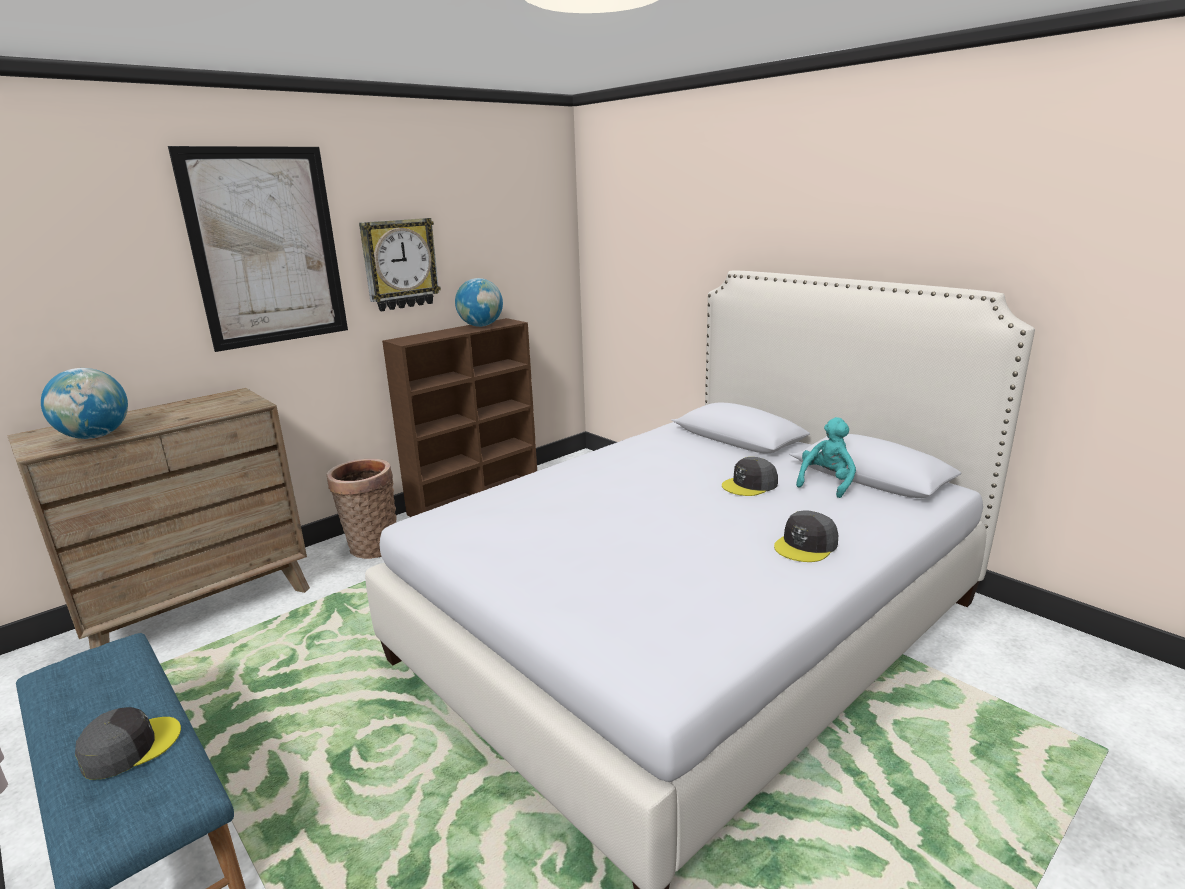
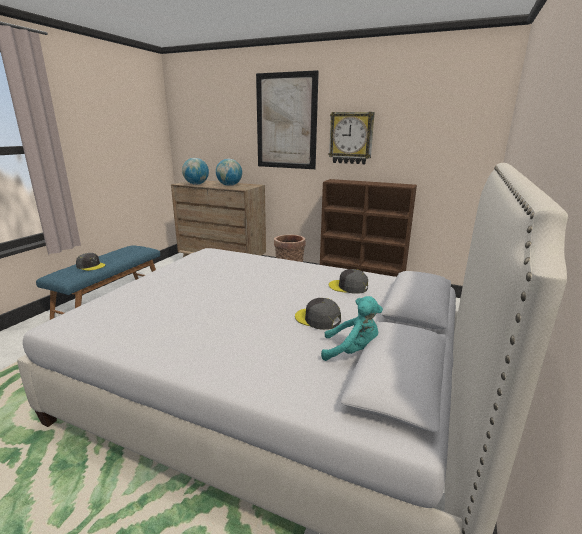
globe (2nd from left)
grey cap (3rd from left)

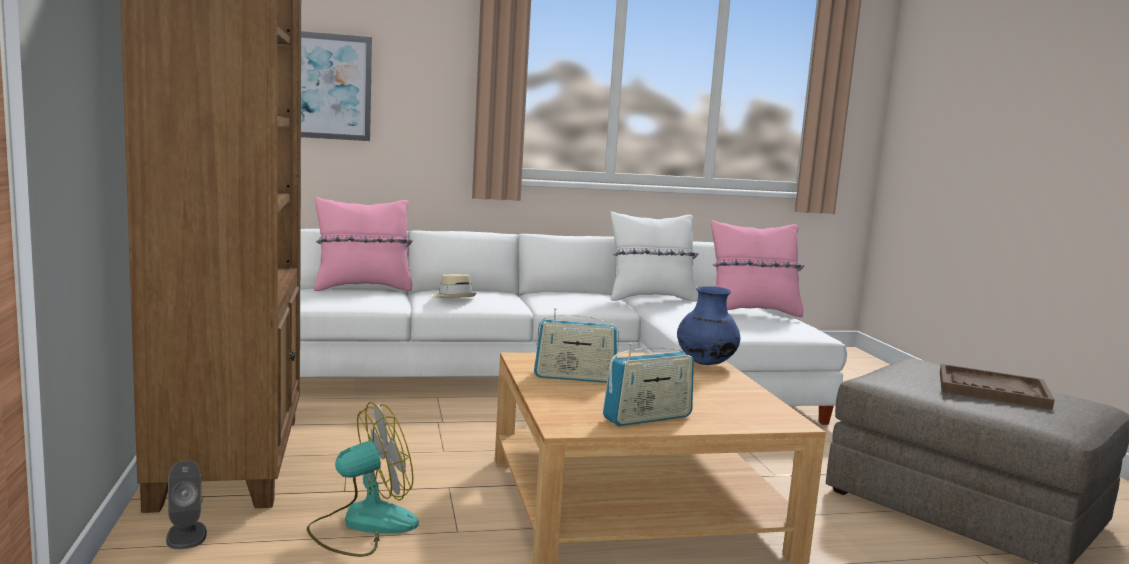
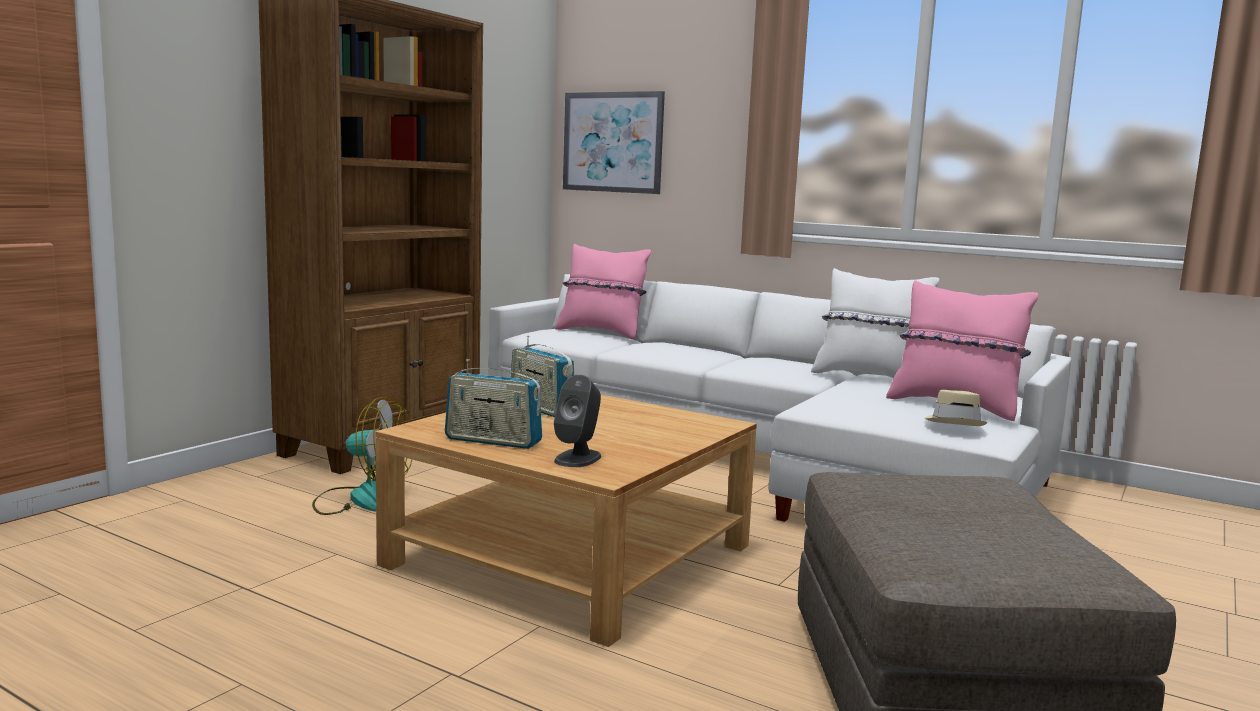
grey speaker
beige hat
blue vase
brown tray

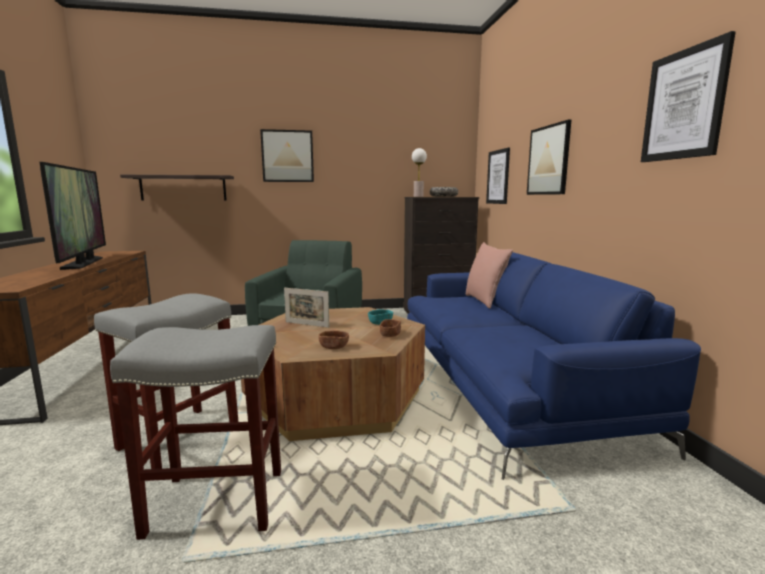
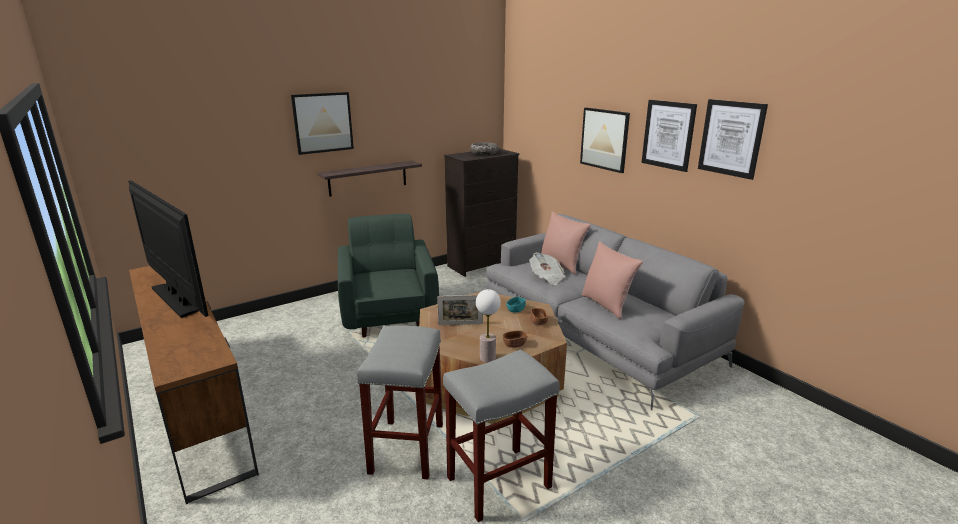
shelf
table lamp
grey sofa
newspaper
pink pillow (2nd from left)
picture (3rd from left)

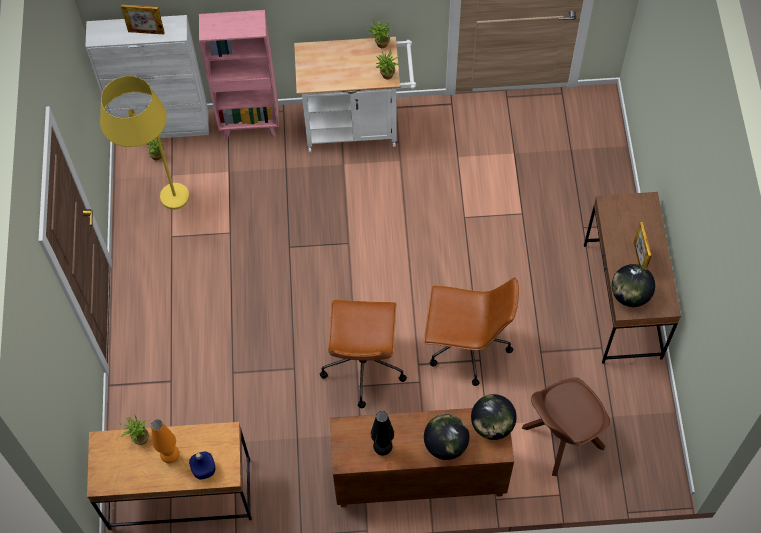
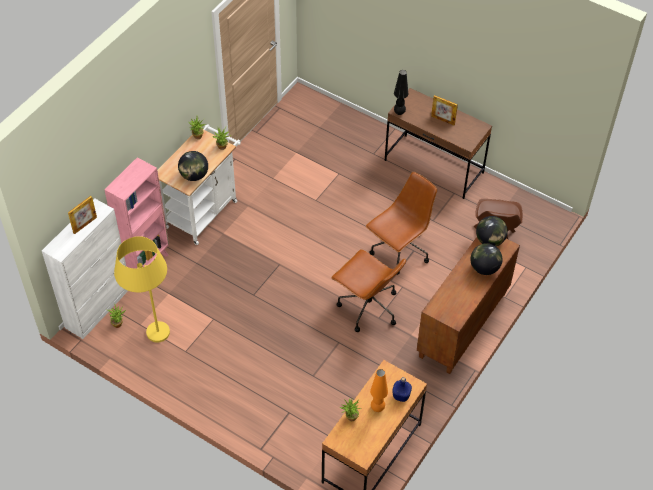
globe (1st from left)
black table lamp

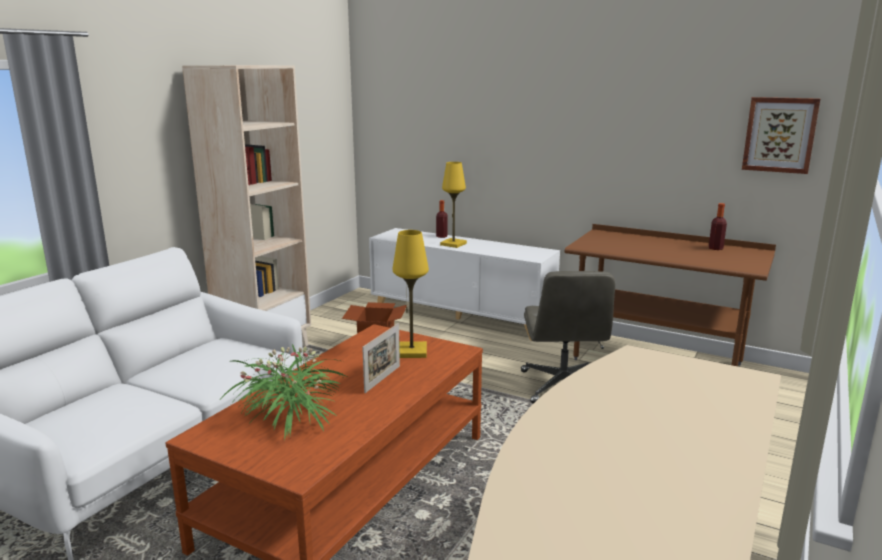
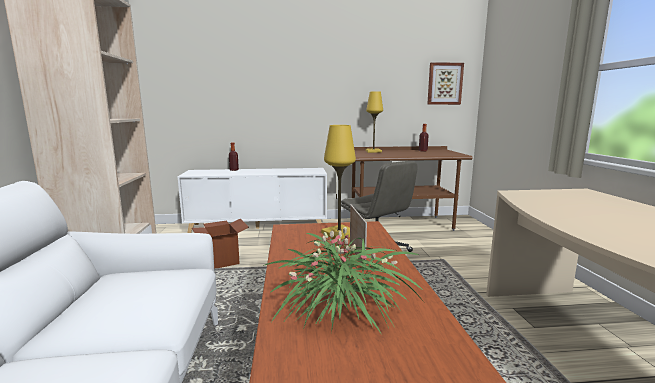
yellow table lamp (2nd from left)

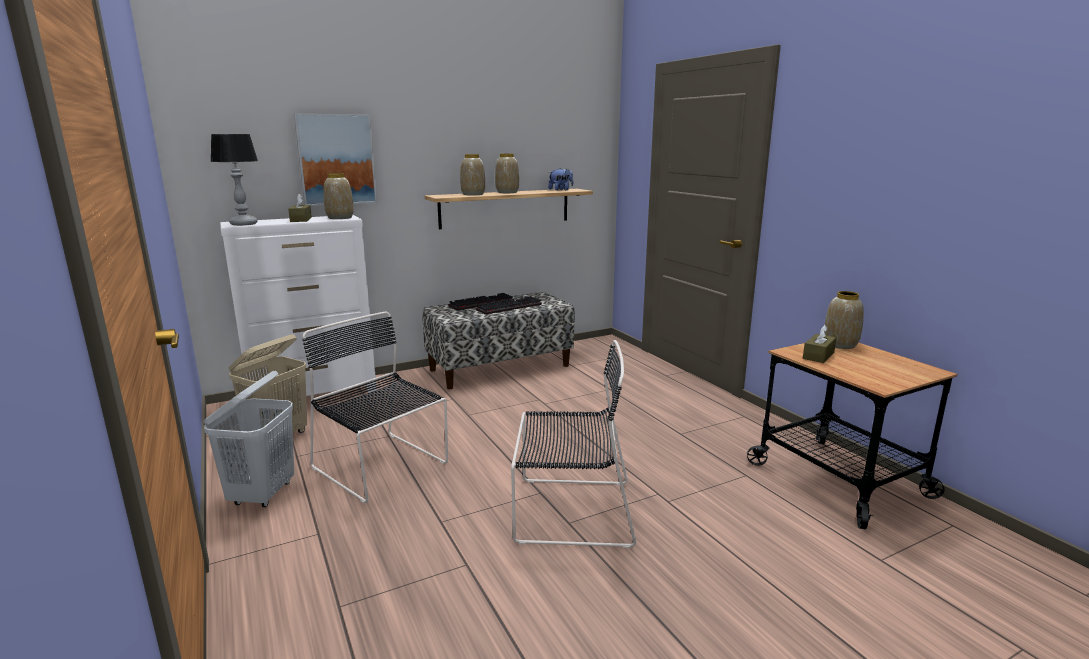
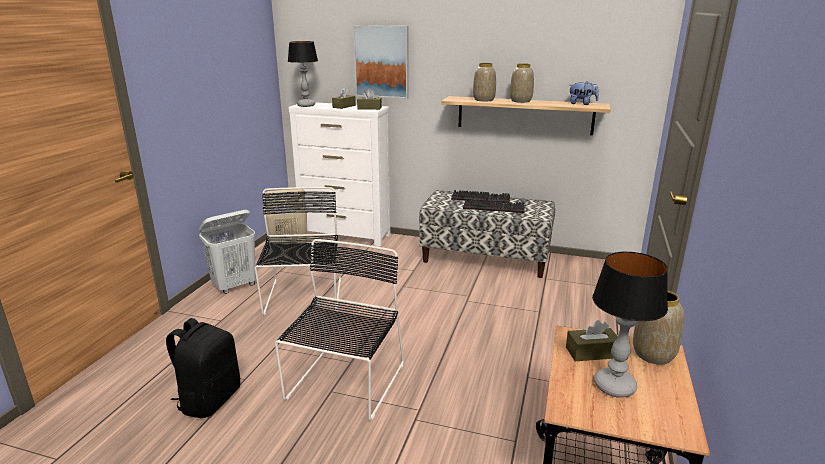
black backpack
black chair (2nd from left)
brown tissue box (2nd from left)
table lamp (2nd from left)

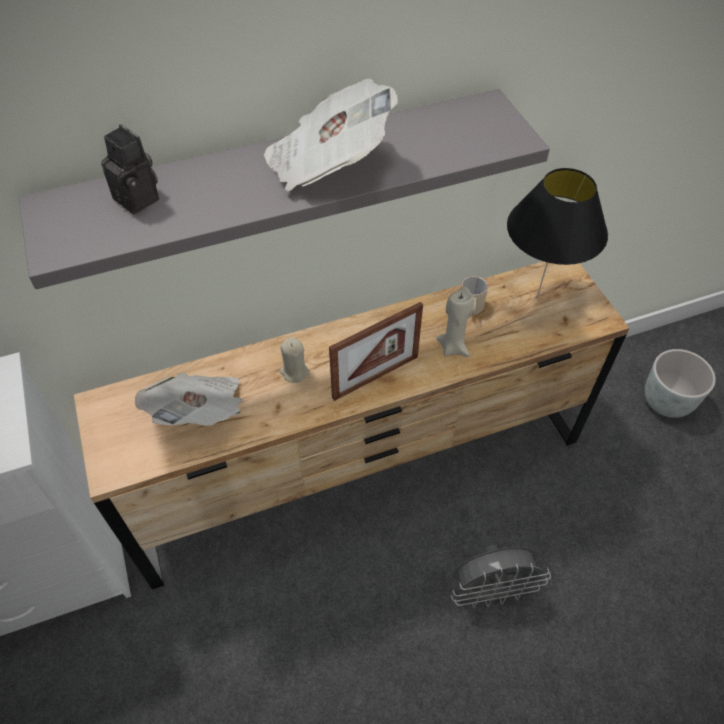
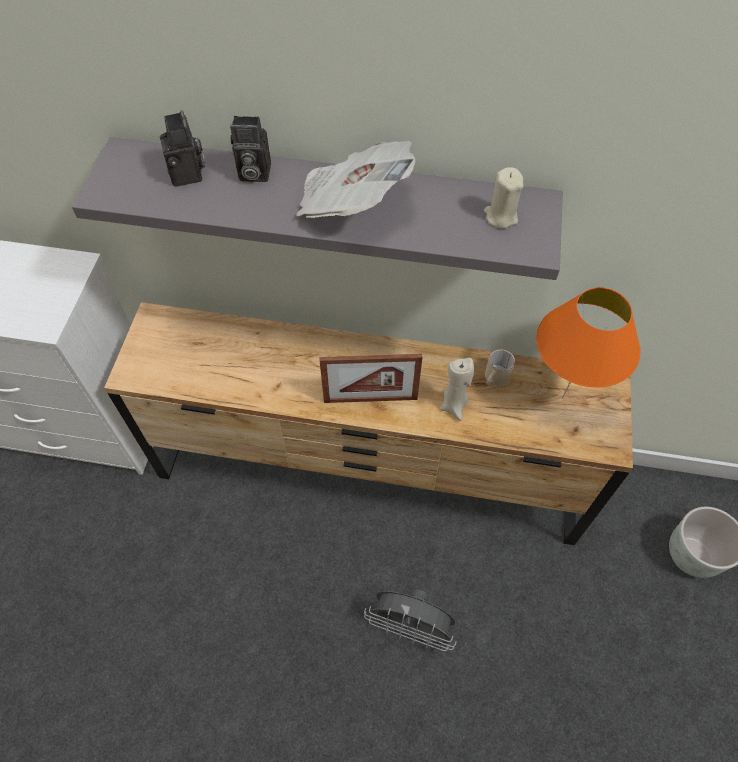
photo camera (2nd from left)
beige candle (2nd from left)
orange table lamp
newspaper (1st from left in the first image)

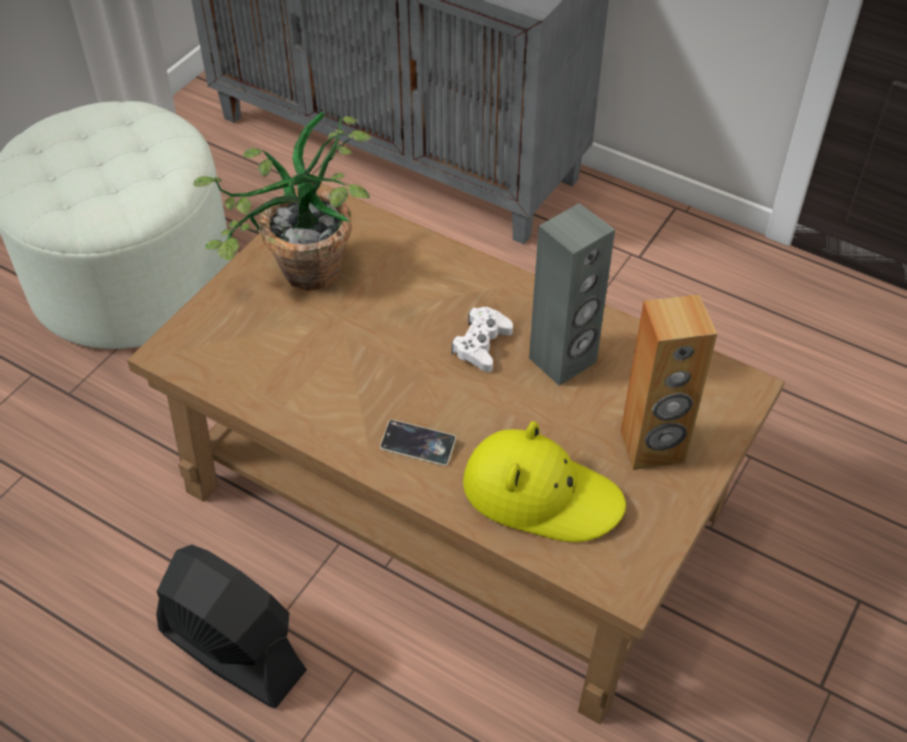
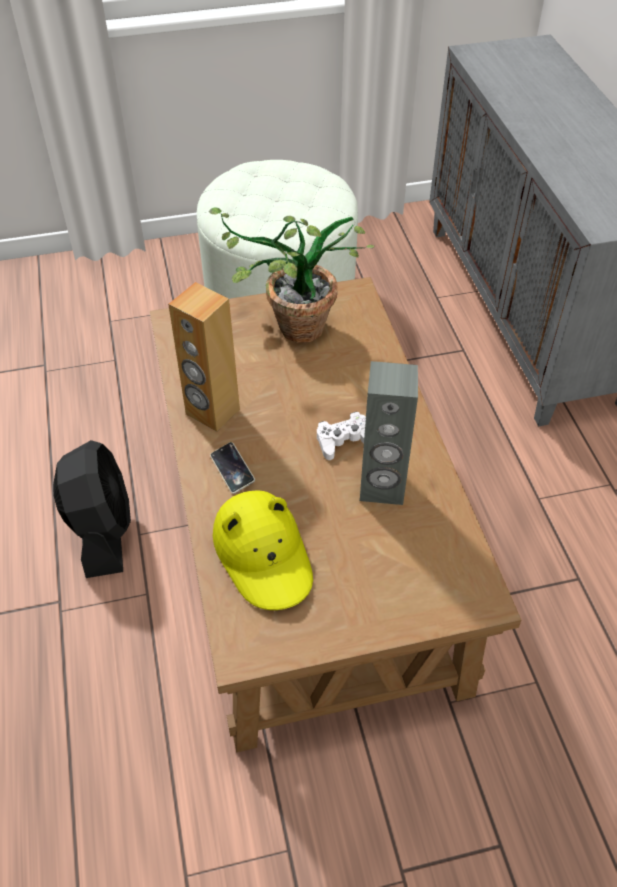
brown speaker

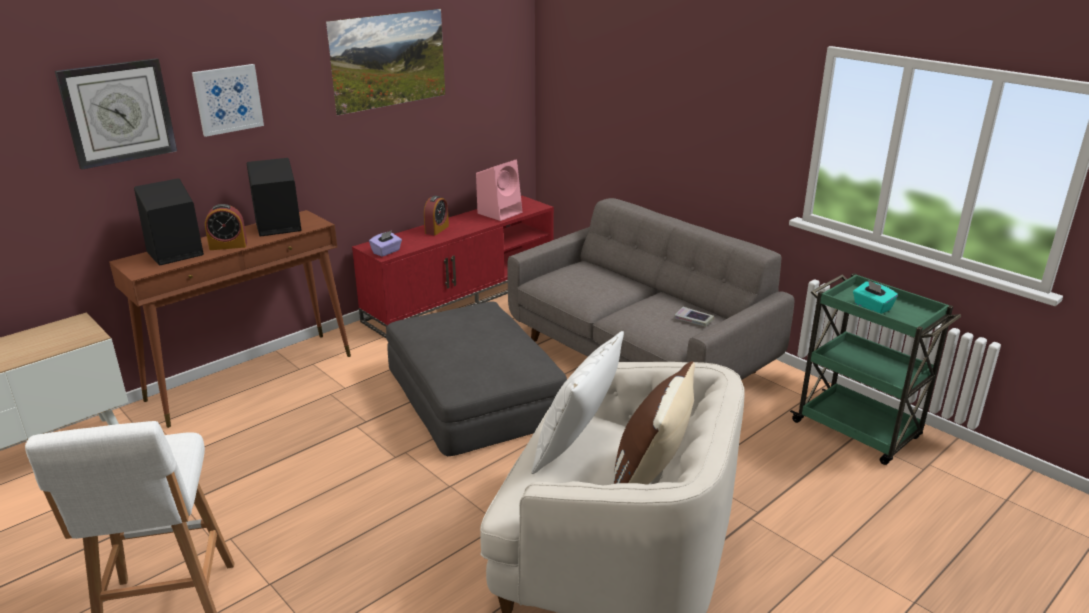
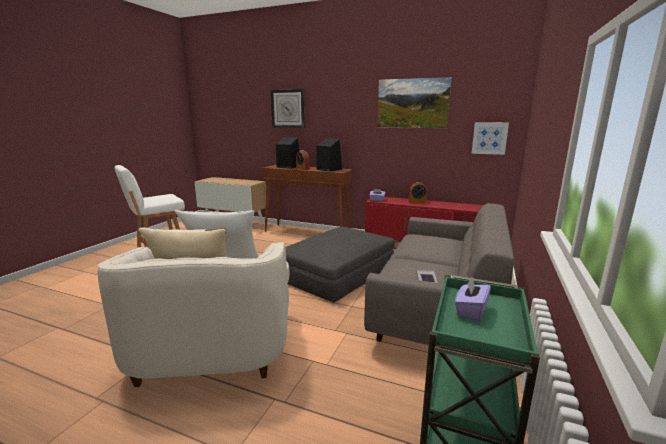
purple tissue box (2nd from left)
picture (2nd from left)
pink speaker

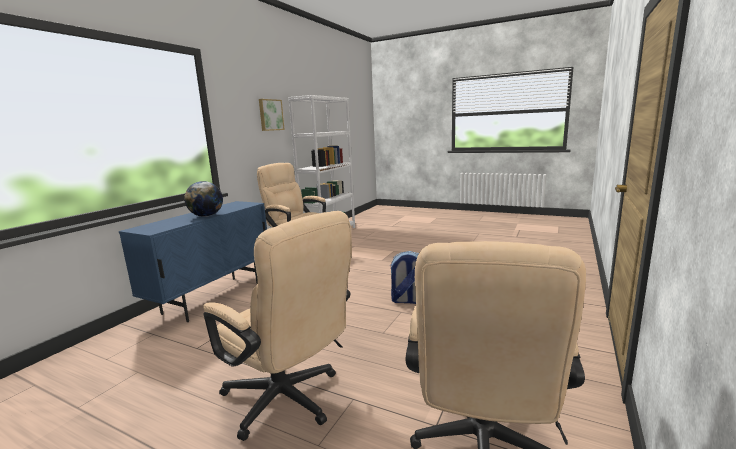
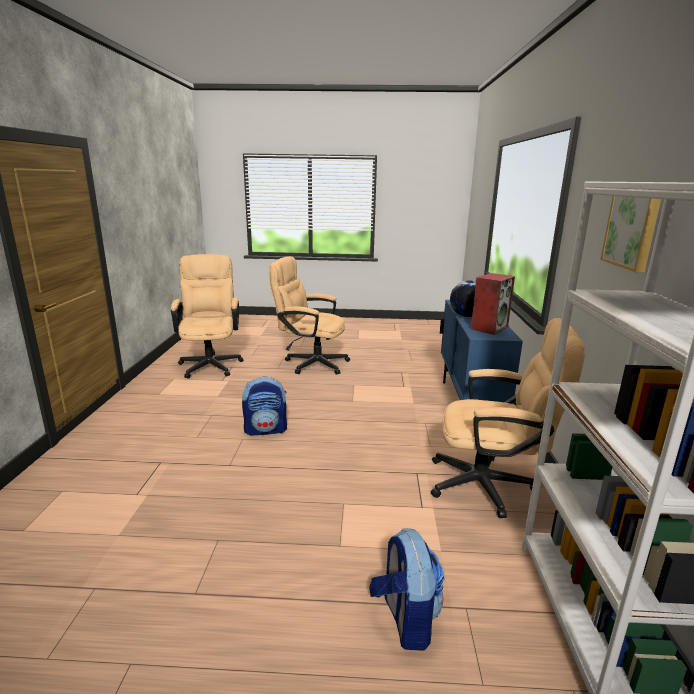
backpack (2nd from left)
speaker

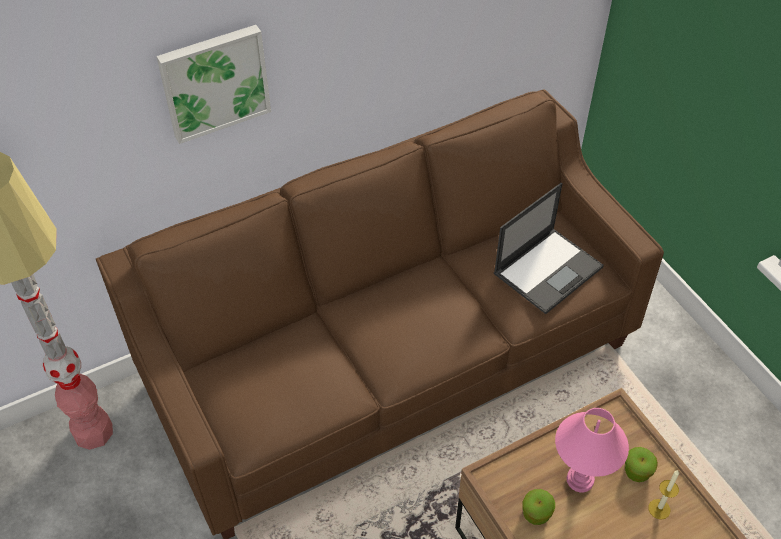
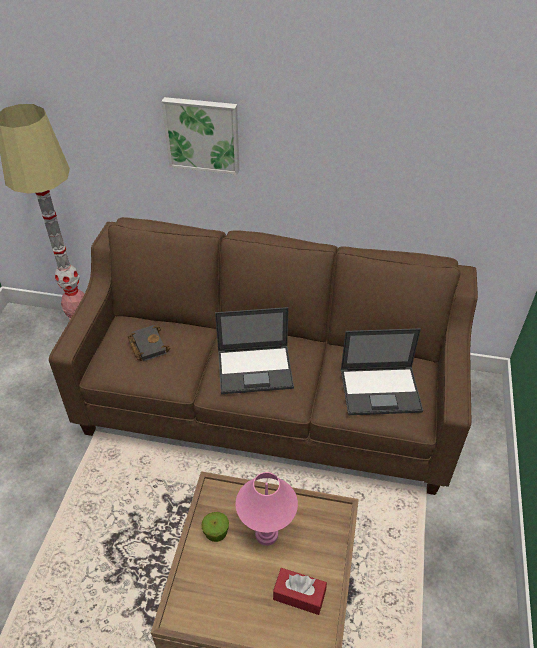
black book
laptop (1st from left)
red tissue box
apple (2nd from left in the first image)

